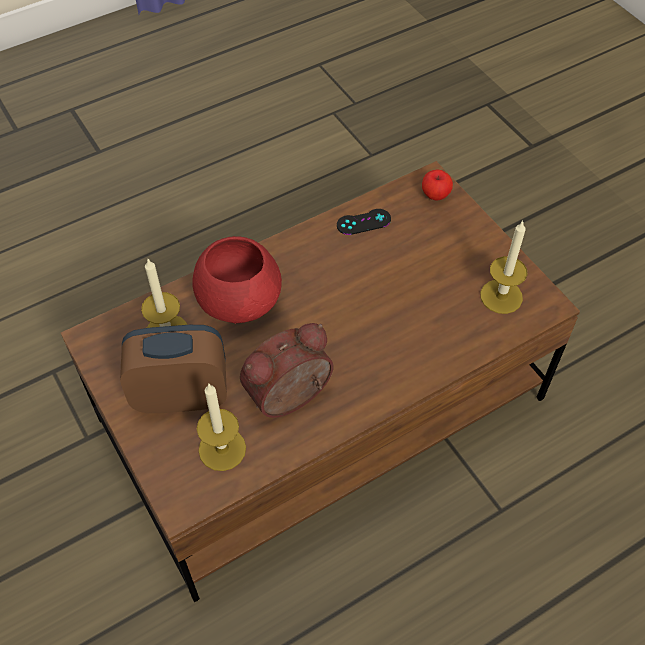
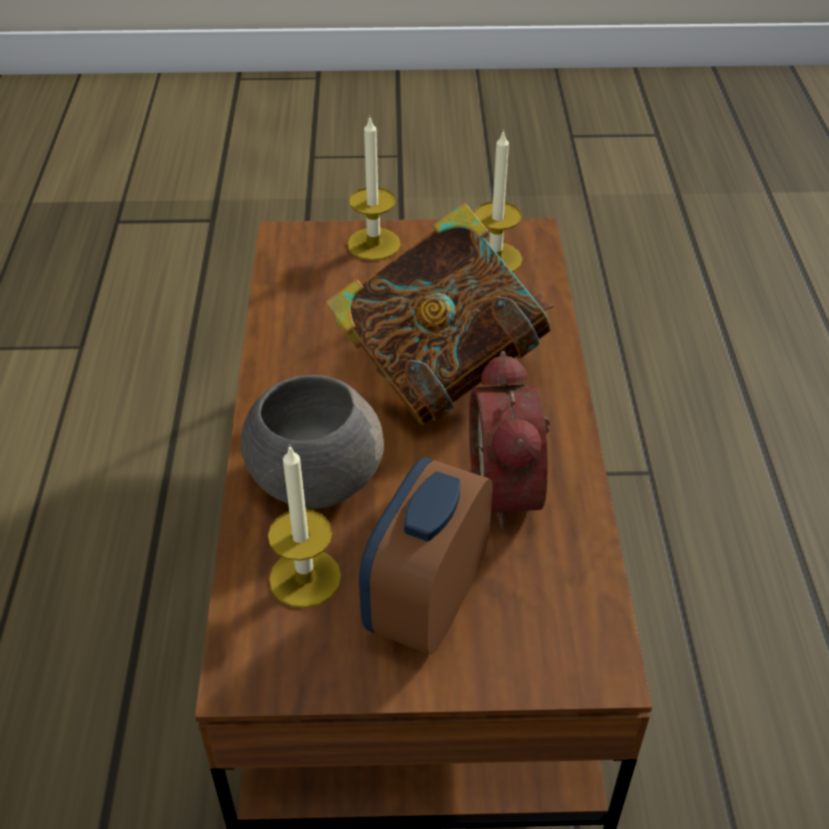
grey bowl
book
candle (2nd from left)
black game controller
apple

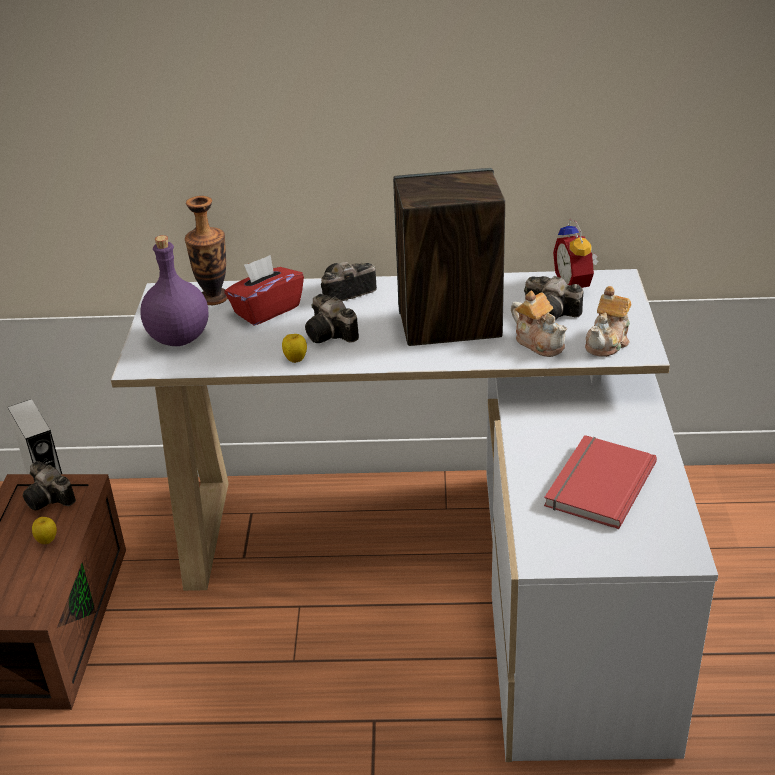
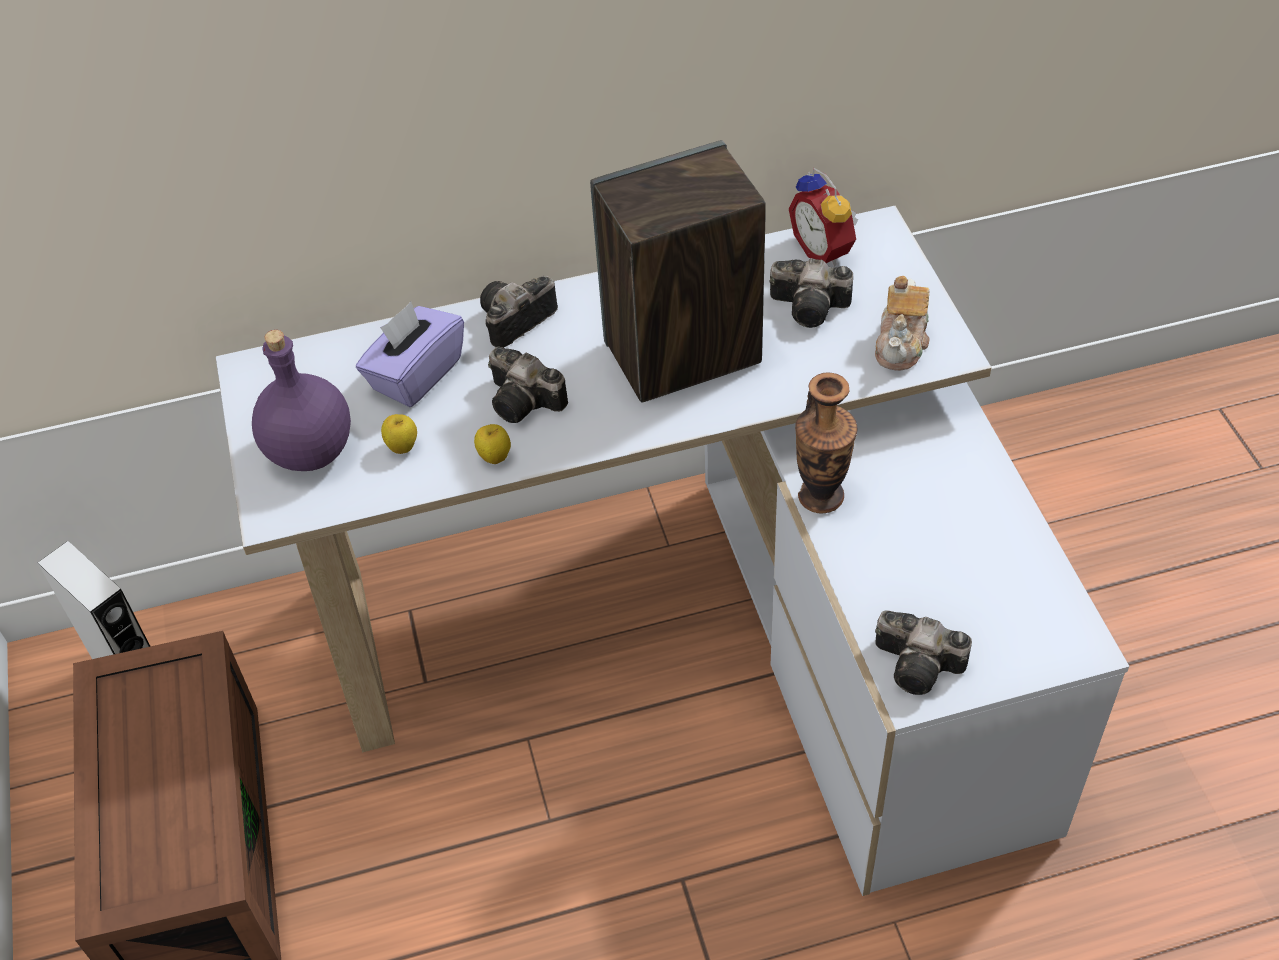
purple tissue box
apple (1st from left)
vase
photo camera (4th from left)
teapot (1st from left in the first image)
red book

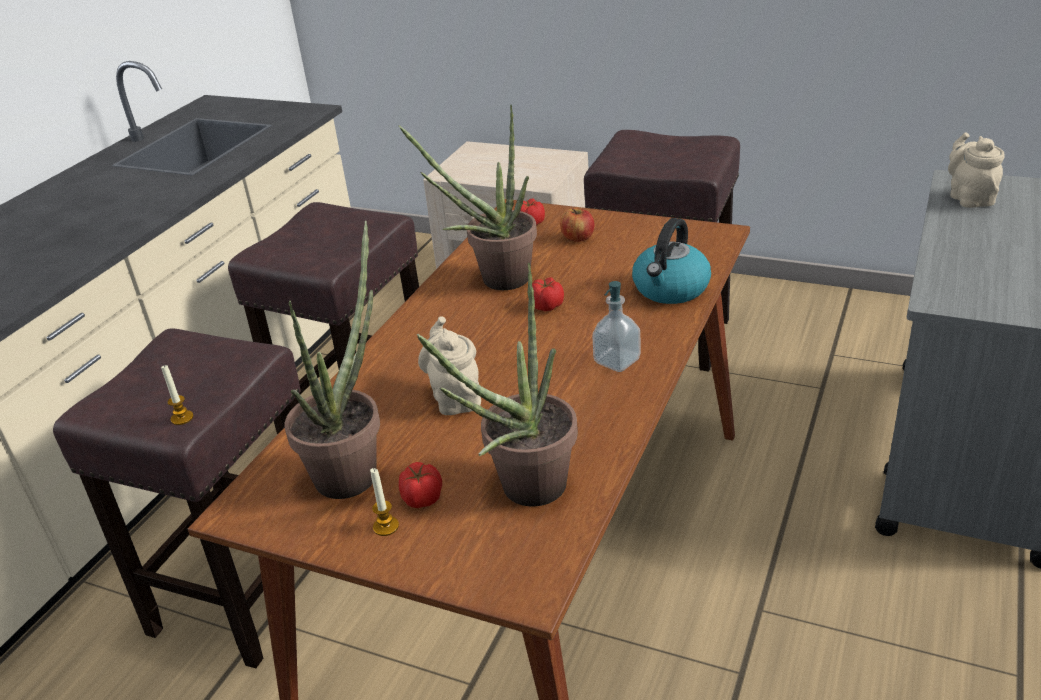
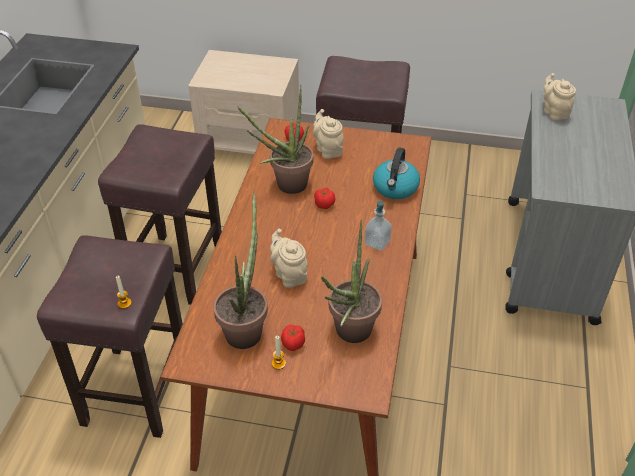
beige teapot (2nd from left)

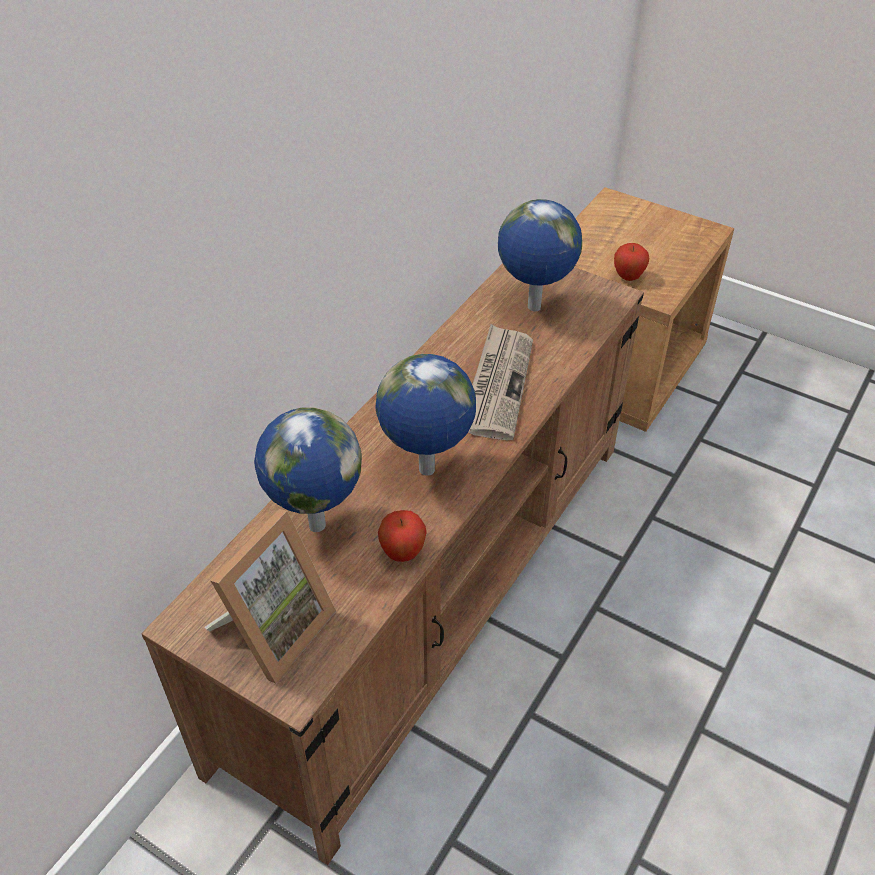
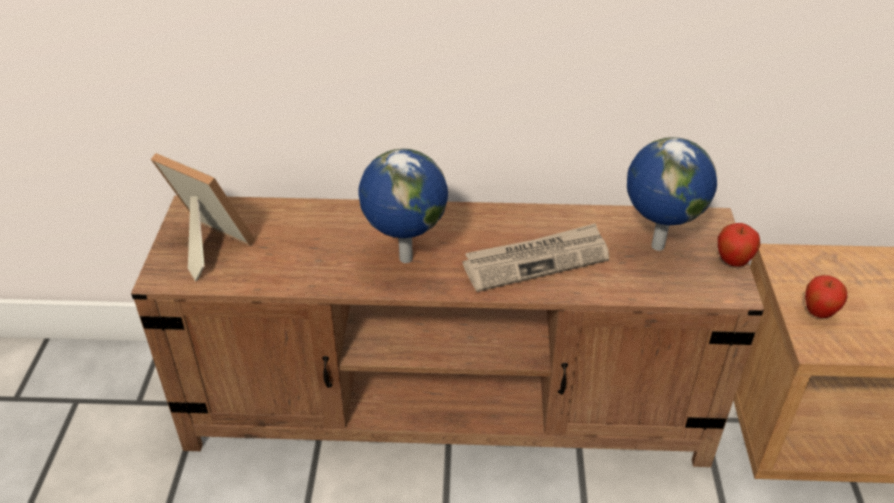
picture frame
apple (1st from left)
globe (1st from left in the first image)

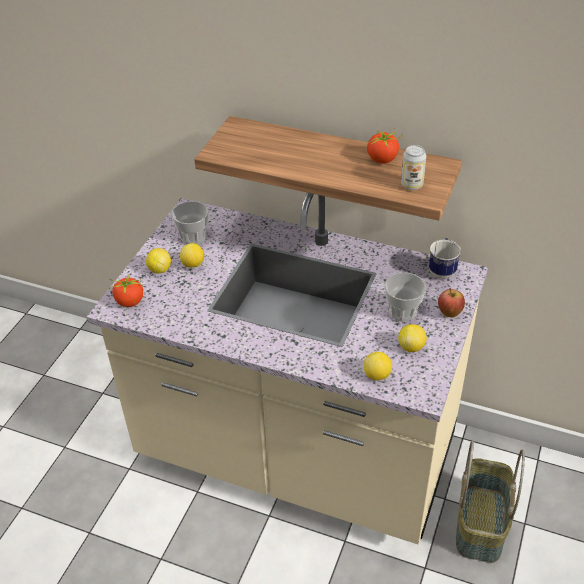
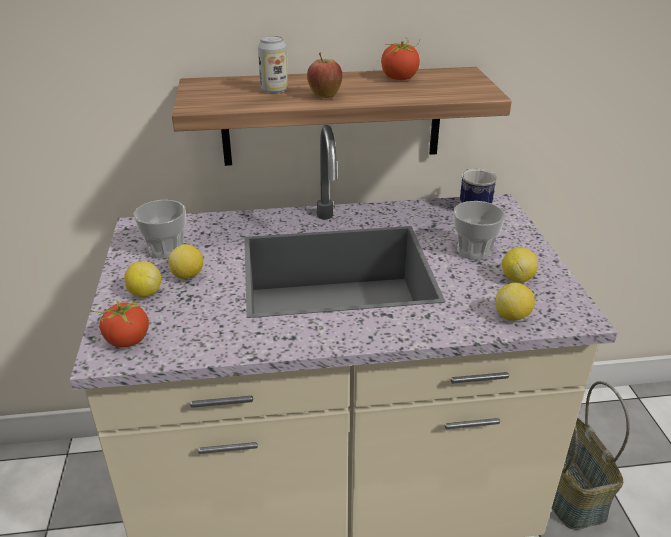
can
apple

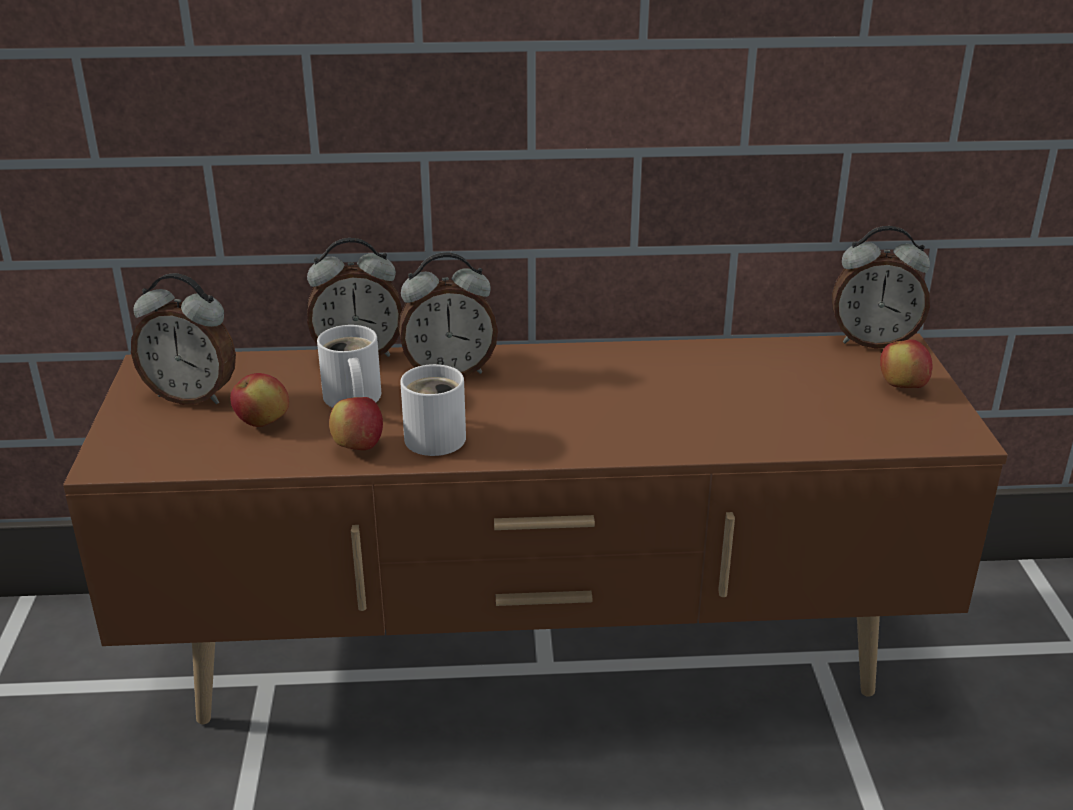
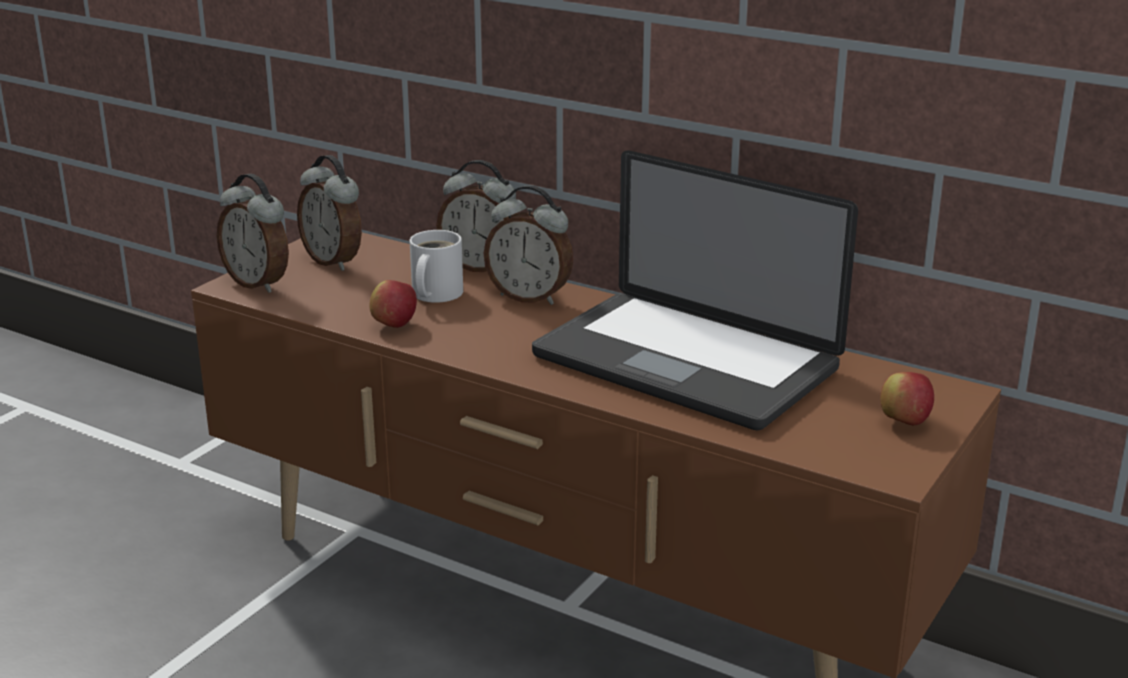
alarm clock (1st from left)
laptop
apple (1st from left in the first image)
white mug (2nd from left in the first image)

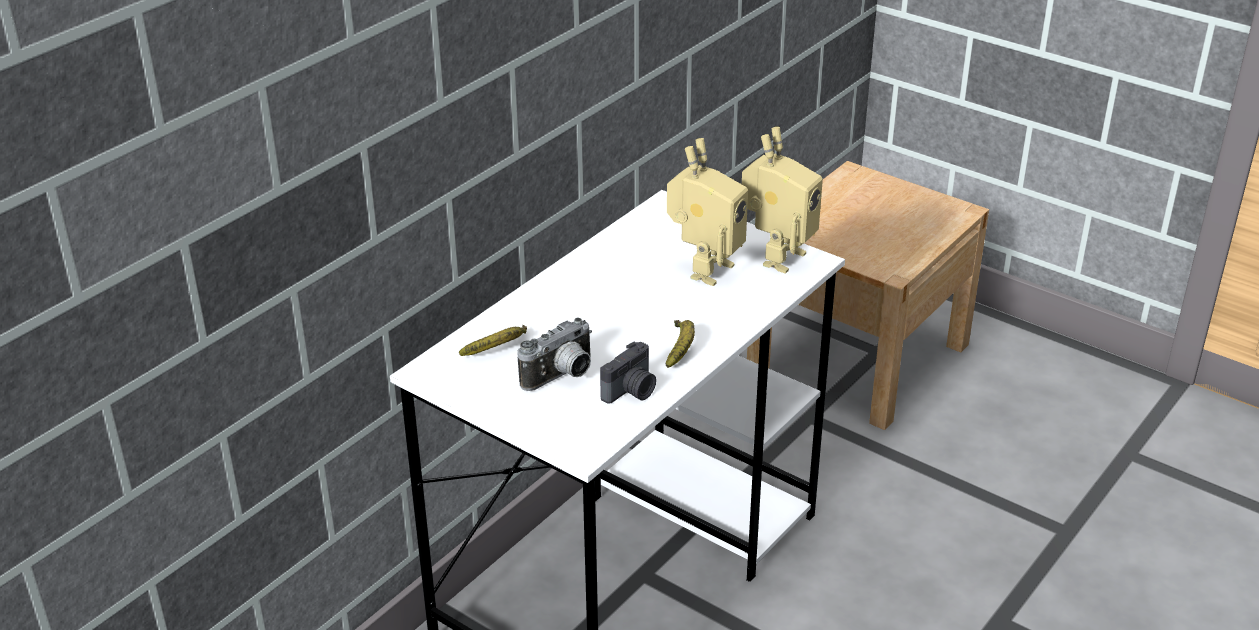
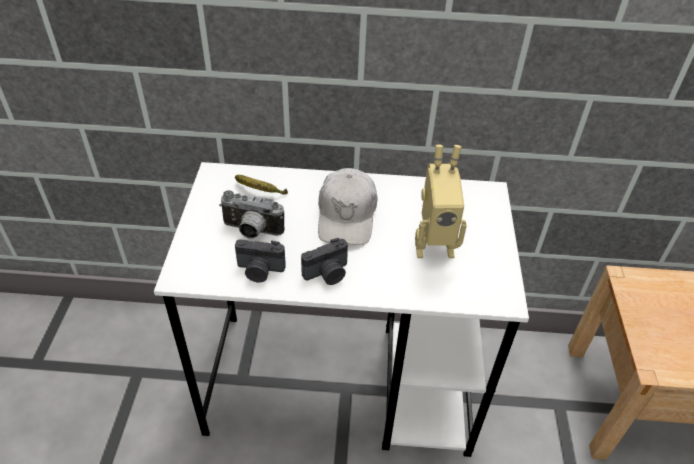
photo camera (3rd from left)
white cap
toy robot (2nd from left in the first image)

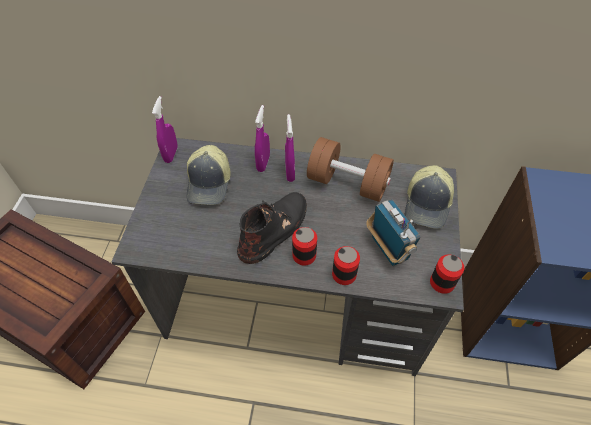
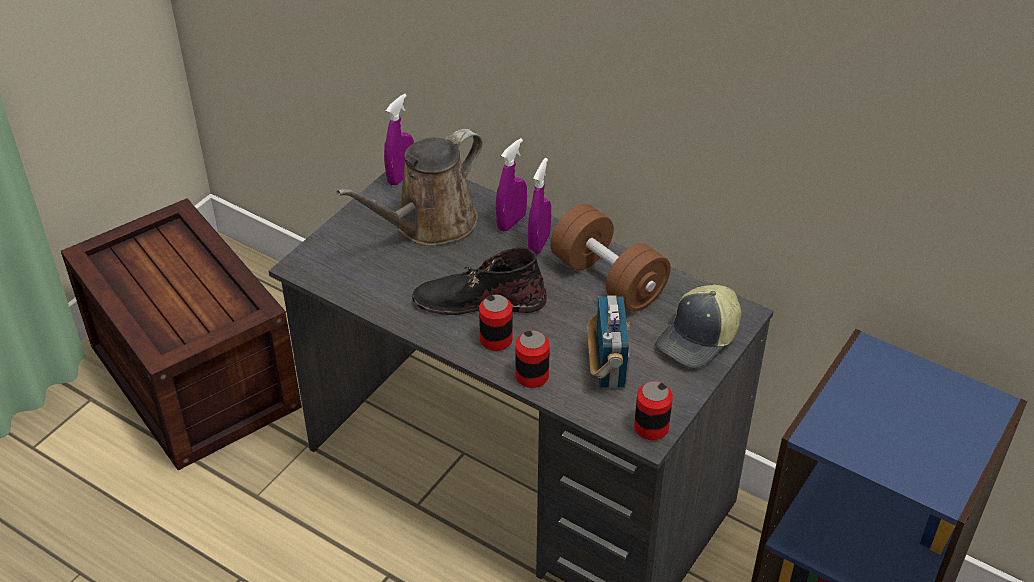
brown watering can
black boot

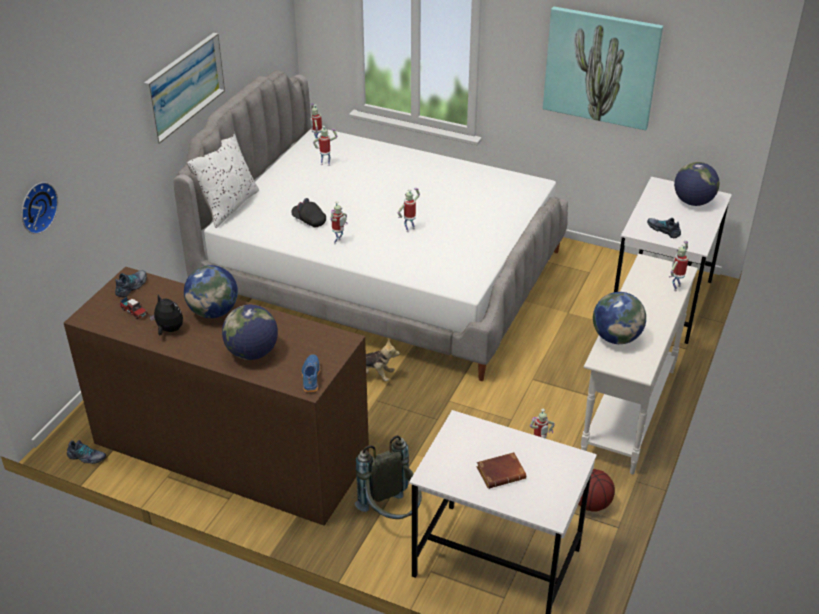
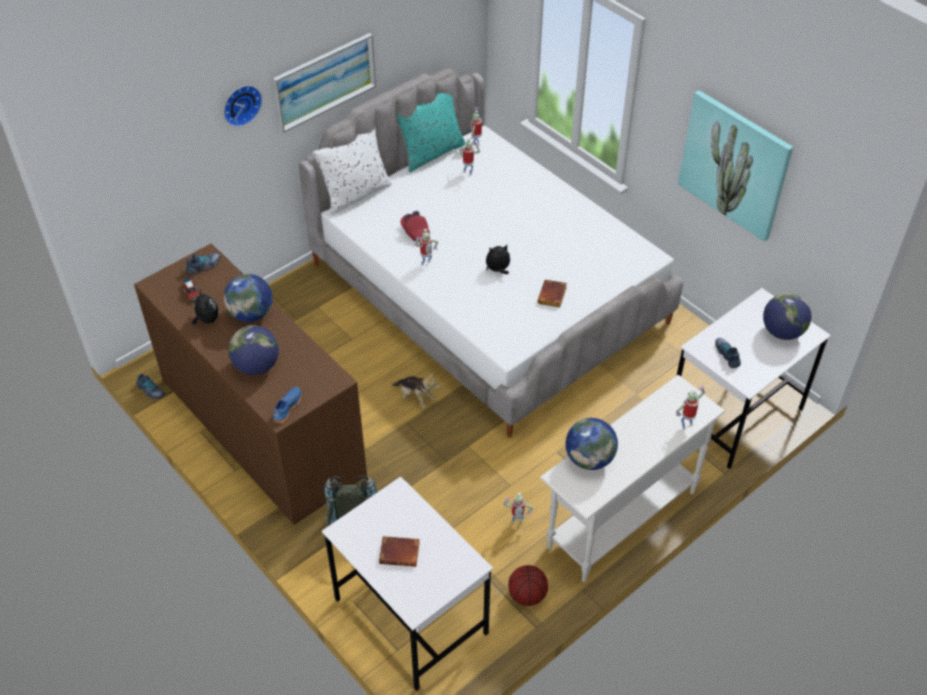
wall clock
turquoise pillow
red cap
plush toy (3rd from left)
brown book (2nd from left)

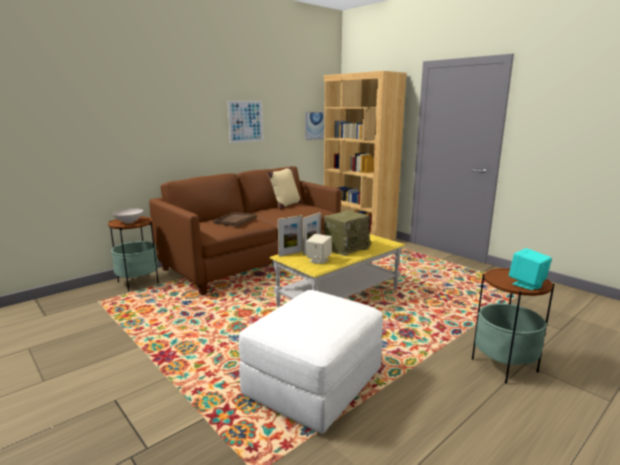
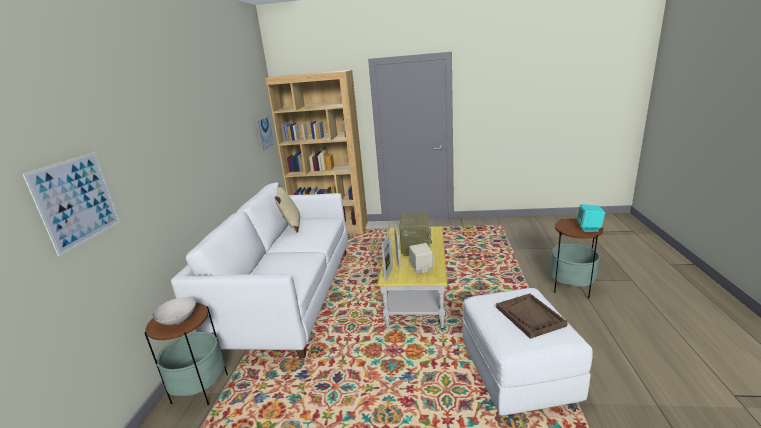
picture (1st from left)
white sofa
brown tray

